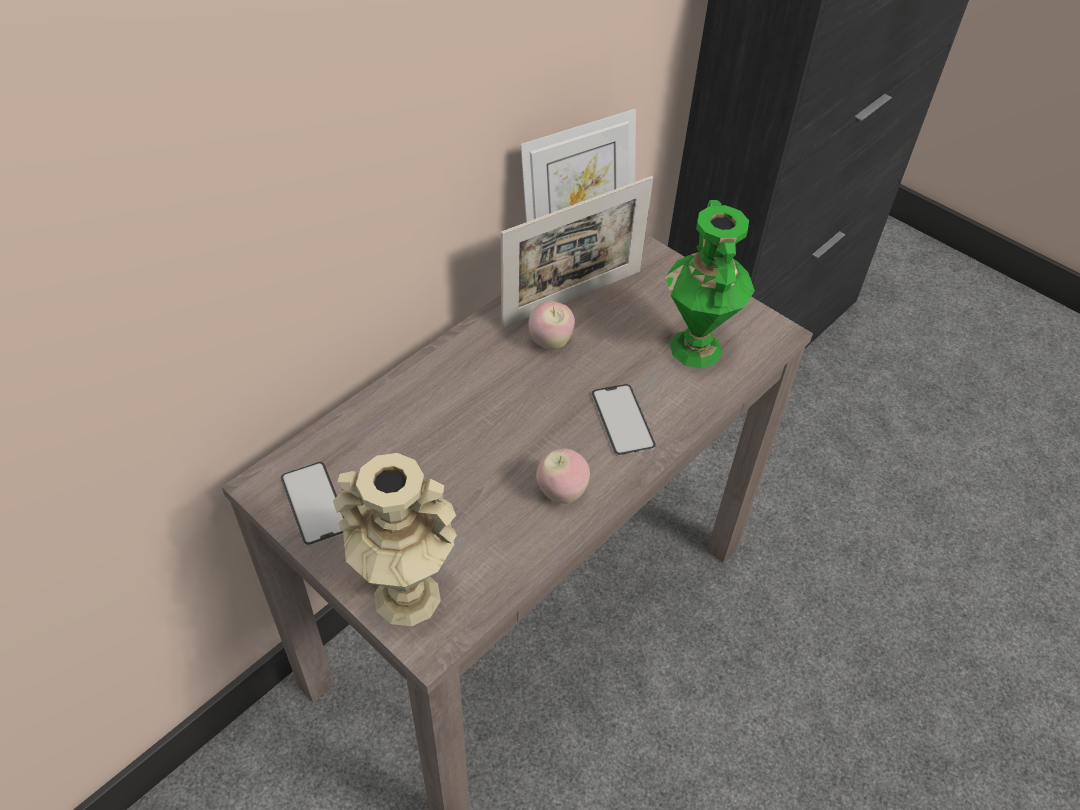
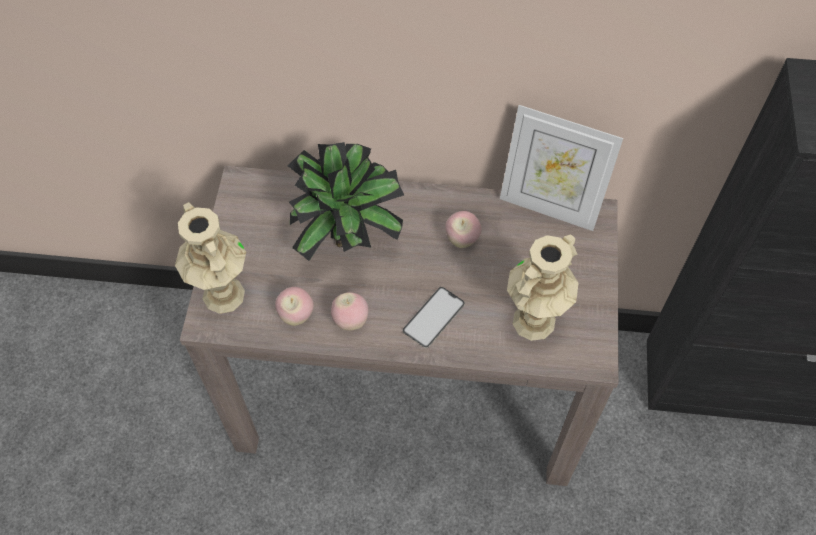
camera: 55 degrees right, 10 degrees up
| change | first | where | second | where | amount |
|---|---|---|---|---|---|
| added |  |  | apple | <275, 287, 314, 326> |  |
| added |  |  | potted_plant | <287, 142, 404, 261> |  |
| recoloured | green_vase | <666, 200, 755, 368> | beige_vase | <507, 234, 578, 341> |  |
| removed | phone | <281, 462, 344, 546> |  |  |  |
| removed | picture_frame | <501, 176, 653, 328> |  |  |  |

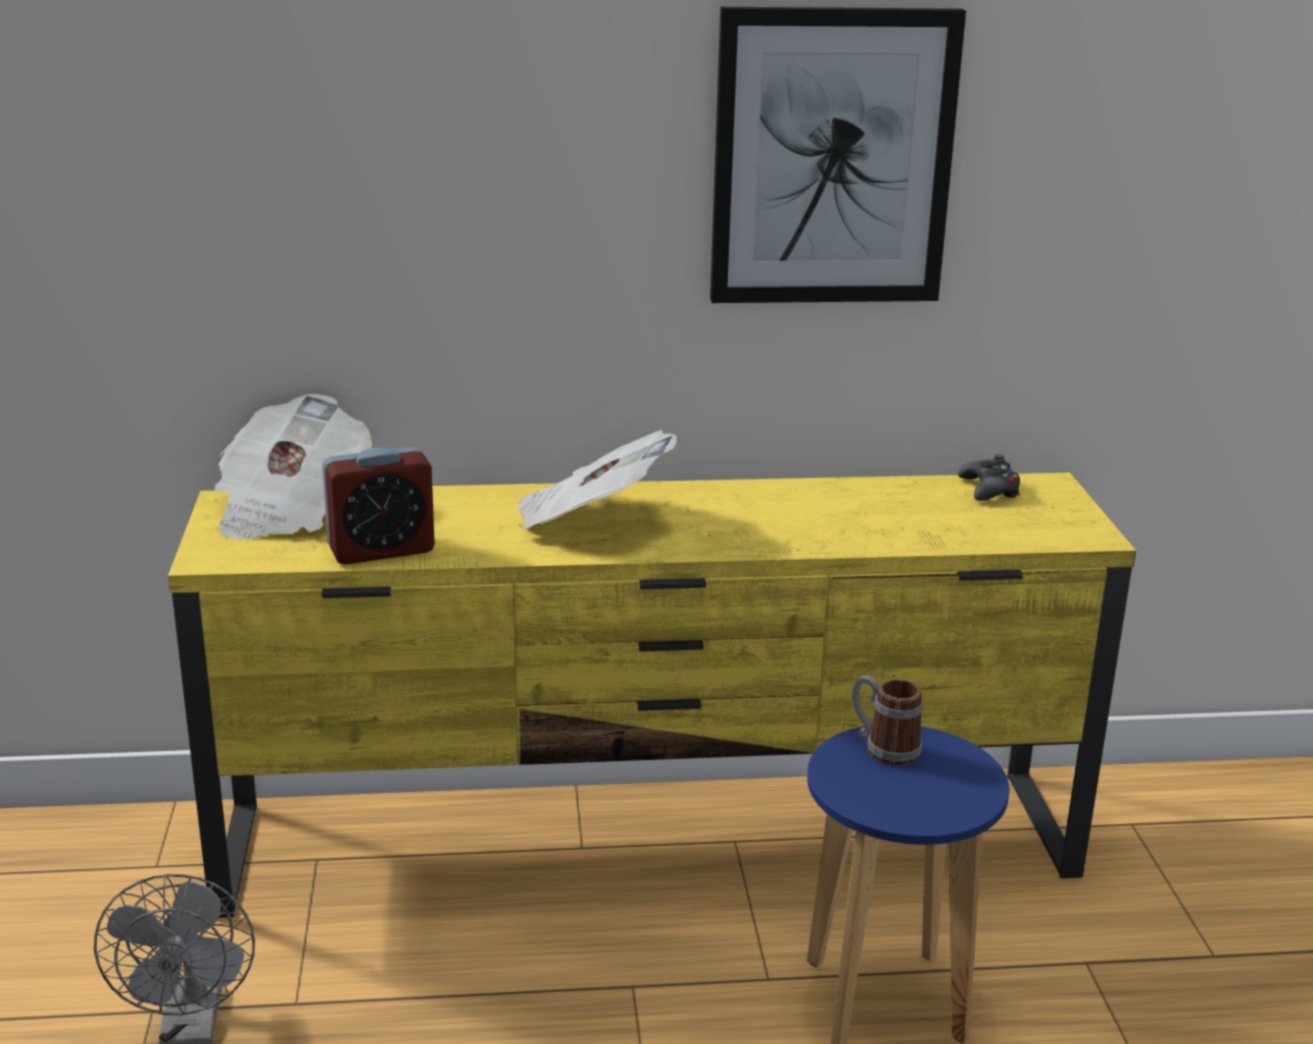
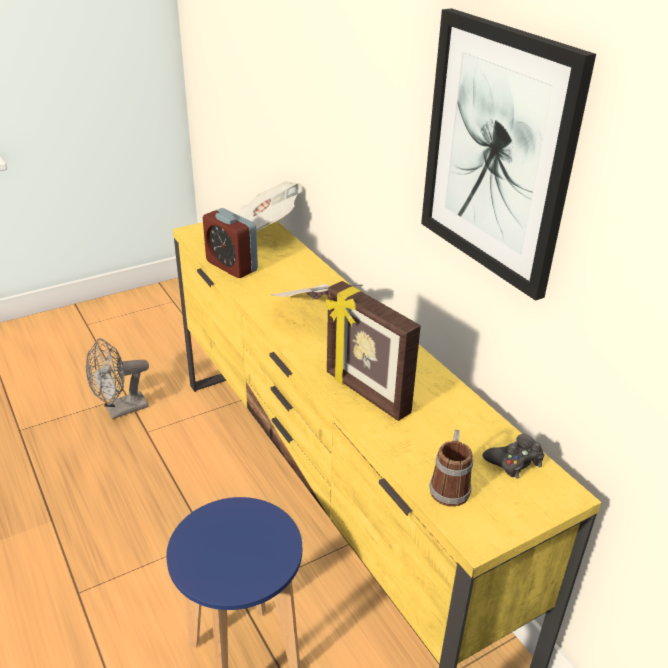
camera: 65 degrees right, 10 degrees up
| change | first | where | second | where | amount |
|---|---|---|---|---|---|
| added |  |  | picture_frame | <326, 281, 421, 421> |  |
| moved | mug | <852, 675, 923, 766> |  | <429, 430, 473, 507> |  |

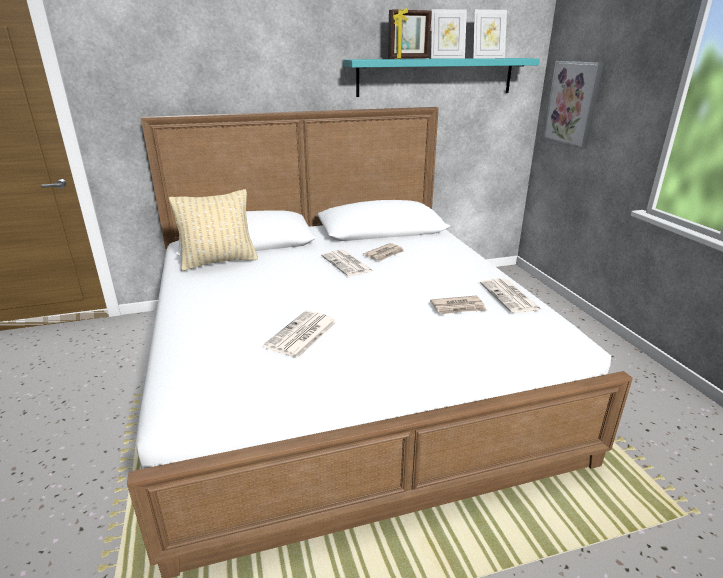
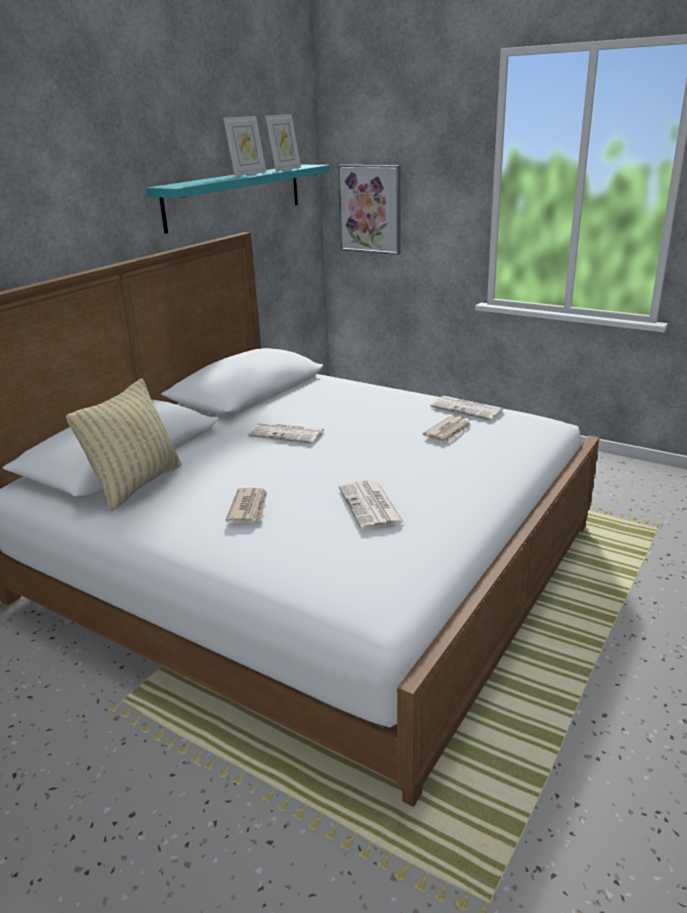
camera: 40 degrees left, 0 degrees up
| change | first | where | second | where | amount |
|---|---|---|---|---|---|
| moved | newspaper | <363, 243, 404, 261> |  | <225, 488, 267, 523> |  |
| removed | picture_frame | <388, 7, 432, 59> |  |  |  |

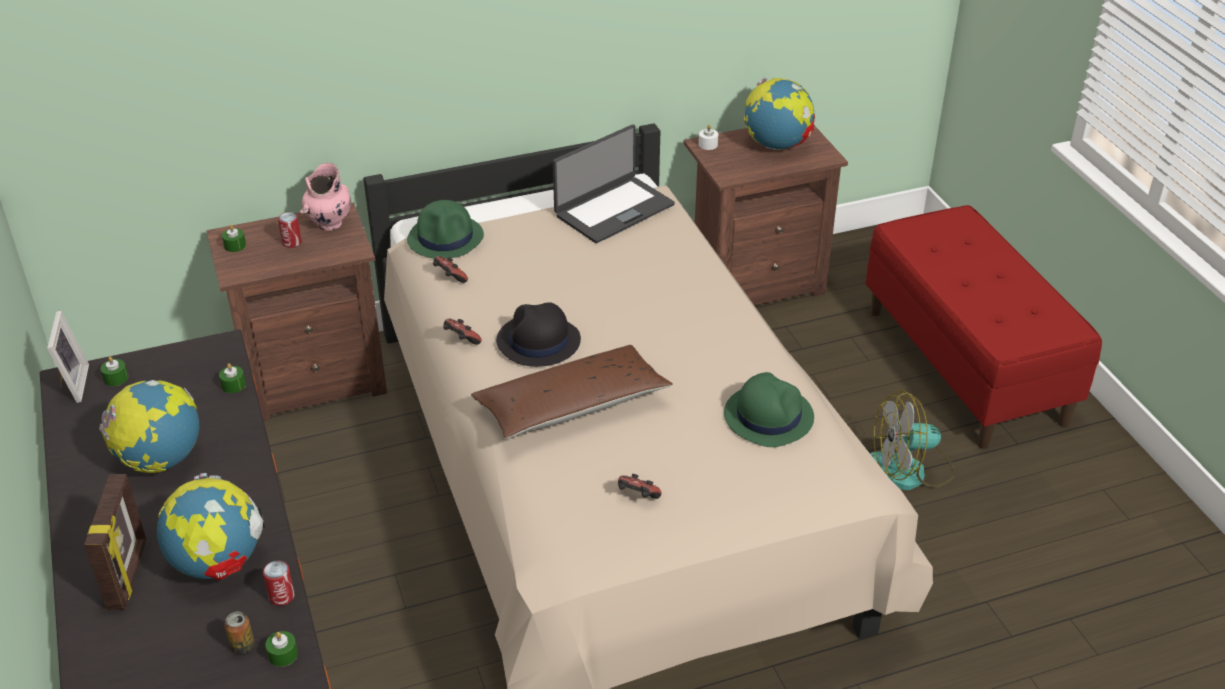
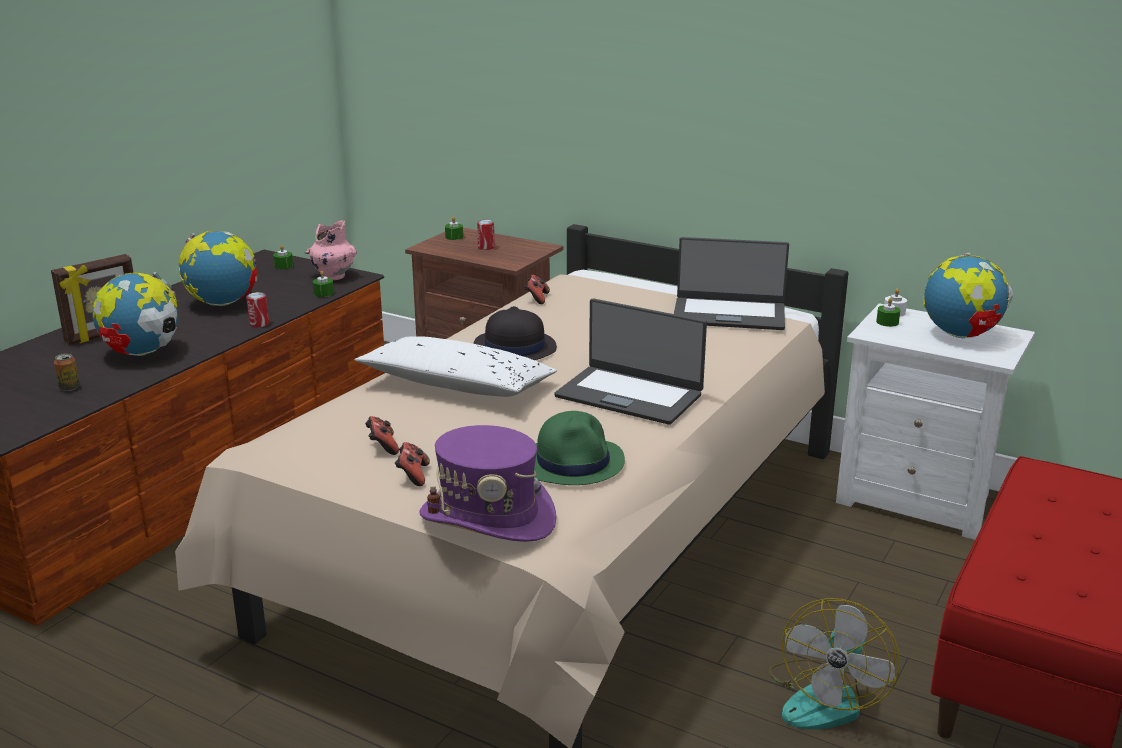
camera: 50 degrees right, 15 degrees down
| change | first | where | second | where | amount |
|---|---|---|---|---|---|
| moved | can | <263, 561, 295, 606> |  | <246, 292, 269, 328> |  |
| moved | pink_vase | <300, 163, 351, 231> |  | <305, 220, 357, 281> |  |
| recoloured | brown_pillow | <471, 345, 673, 439> | white_pillow | <354, 336, 557, 397> |  |
| moved | game_controller | <443, 318, 481, 345> |  | <395, 442, 430, 486> |  |
| added |  |  | purple_hat | <420, 425, 557, 542> |  |
| added |  |  | laptop | <555, 298, 707, 425> |  |
| turned | fan | <870, 390, 955, 490> |  | <769, 598, 900, 729> | 105 degrees counterclockwise |
| recoloured | brown_nightstand | <683, 125, 848, 305> | white_nightstand | <836, 303, 1035, 540> |  |
| moved | green_candle | <265, 631, 298, 667> |  | <876, 298, 900, 327> |  |
| removed | picture_frame | <47, 311, 89, 403> |  |  |  |
| removed | green_hat | <407, 200, 484, 259> |  |  |  |

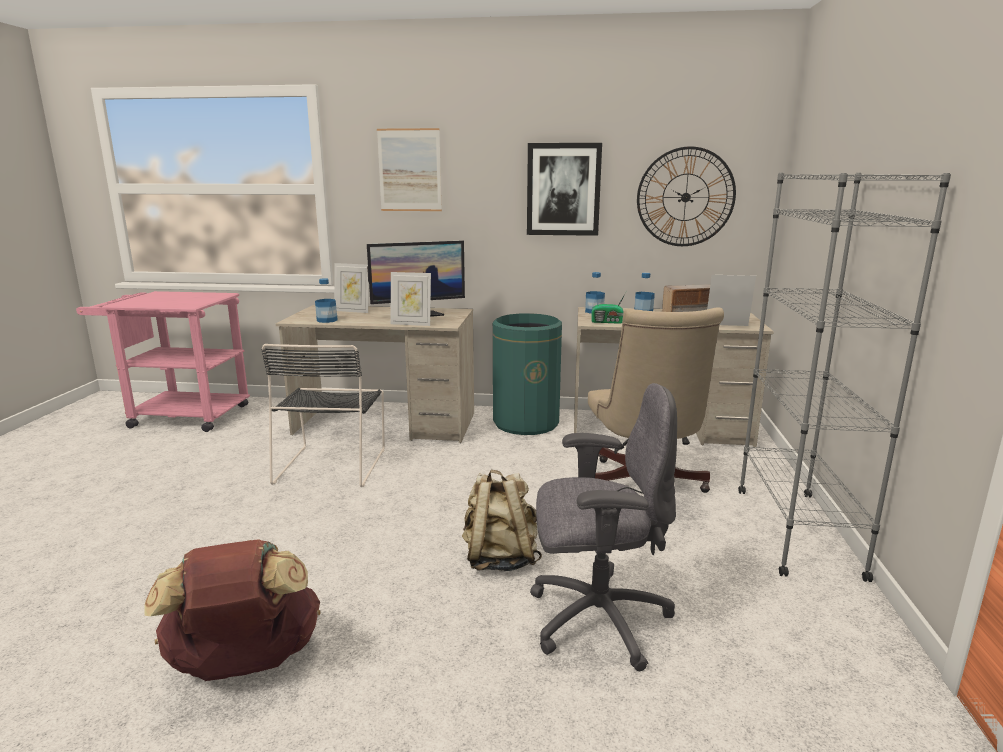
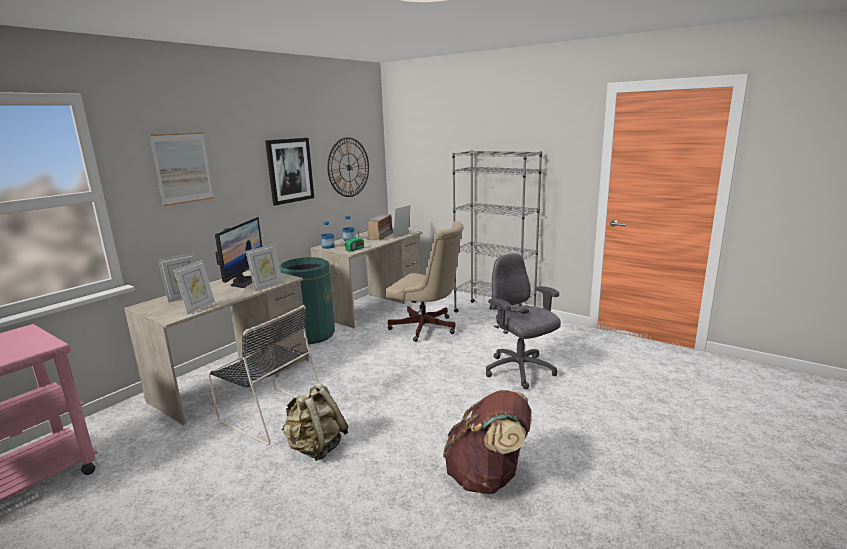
camera: 60 degrees left, 0 degrees up
| change | first | where | second | where | amount |
|---|---|---|---|---|---|
| replaced | bottle | <315, 278, 338, 323> | picture_frame | <173, 260, 215, 315> |  |
| moved | beige_backpack | <462, 470, 542, 571> |  | <282, 383, 348, 461> |  |
| turned | grey_office_chair | <530, 383, 677, 671> |  | <486, 253, 561, 389> | 60 degrees counterclockwise |

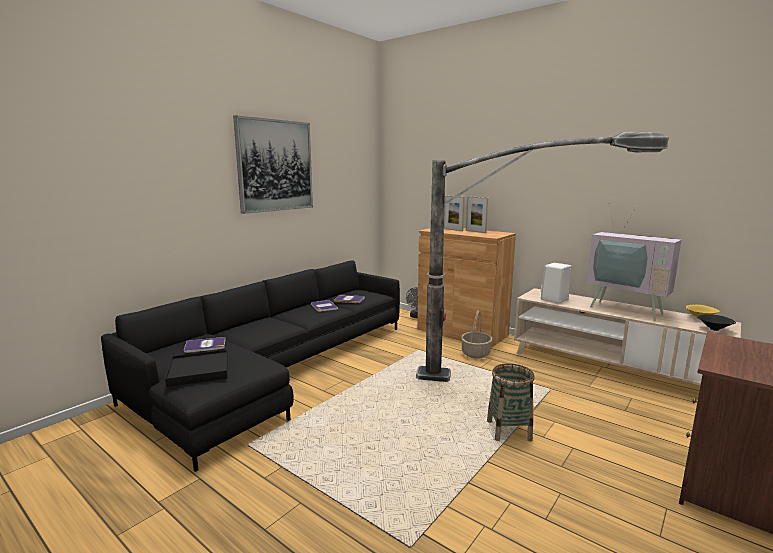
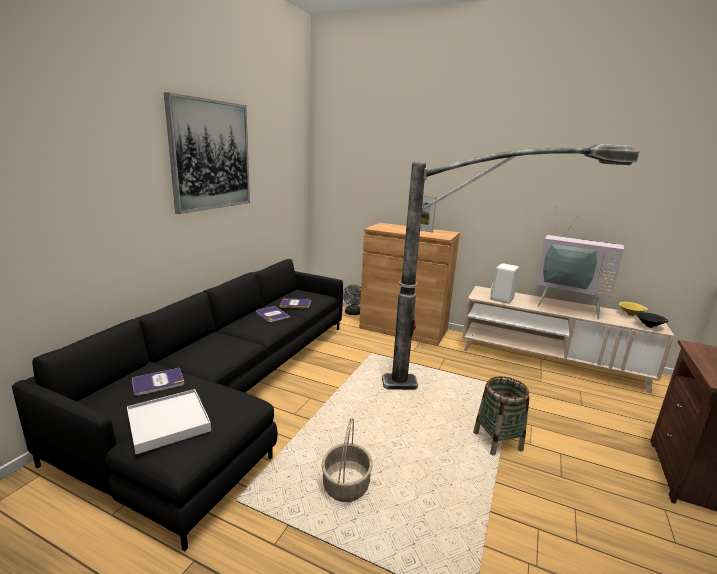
camera: 15 degrees left, 5 degrees up
| change | first | where | second | where | amount |
|---|---|---|---|---|---|
| recoloured | black_tray | <165, 350, 228, 387> | white_tray | <127, 389, 211, 454> |  |
| moved | basket | <461, 310, 492, 359> |  | <322, 418, 373, 502> |  |
| removed | picture_frame | <444, 196, 465, 231> |  |  |  |

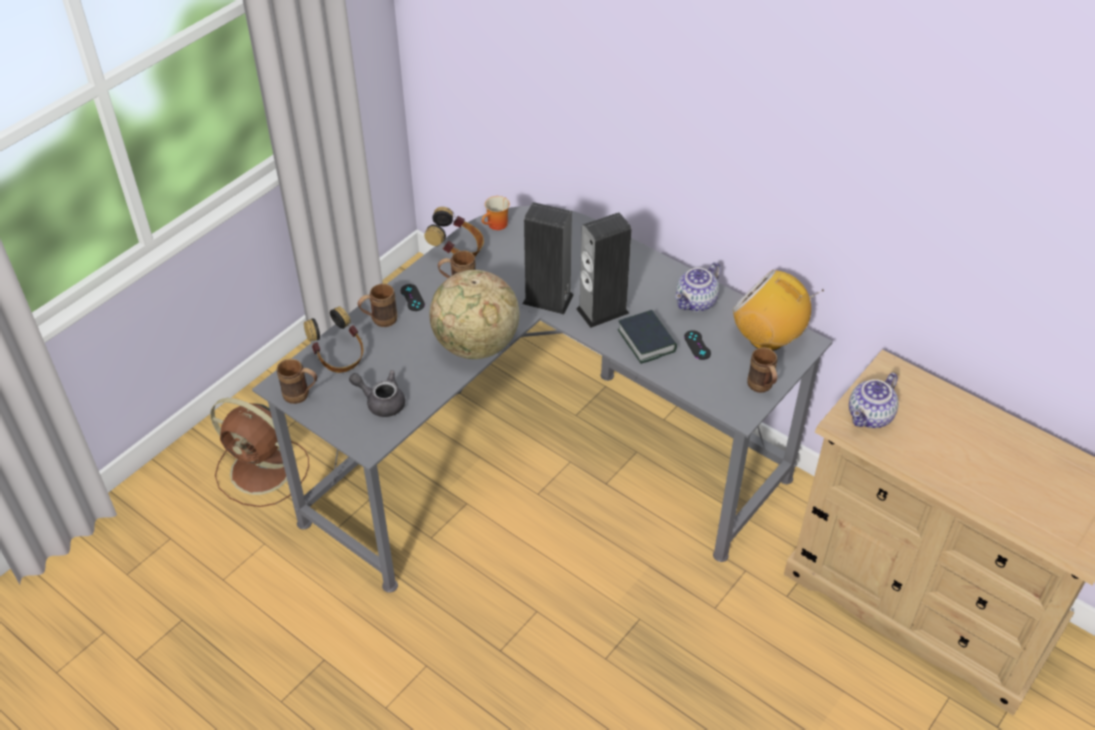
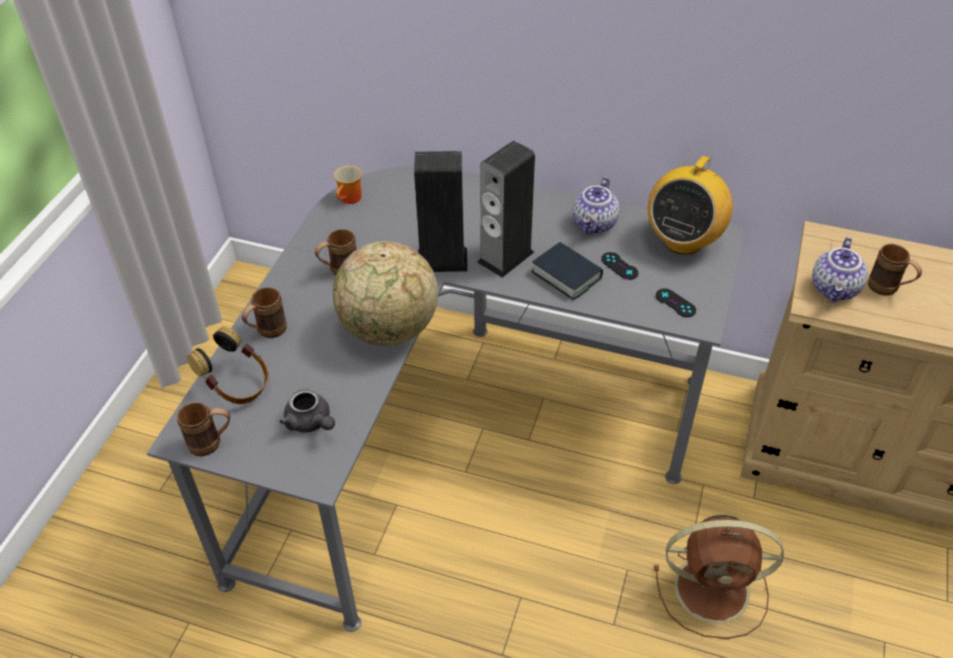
camera: 20 degrees left, 0 degrees up
| change | first | where | second | where | amount |
|---|---|---|---|---|---|
| turned | grey_teapot | <349, 370, 405, 417> |  | <280, 389, 335, 432> | 135 degrees counterclockwise |
| turned | radio | <732, 270, 824, 351> |  | <648, 151, 733, 255> | 75 degrees counterclockwise |
| moved | brown_fan | <210, 398, 309, 507> |  | <654, 515, 784, 639> |  |
| moved | black_game_controller | <401, 284, 425, 311> |  | <656, 288, 696, 317> |  |
| moved | brown_mug | <747, 347, 777, 393> |  | <868, 244, 922, 296> |  |
| removed | headphones | <424, 207, 484, 257> |  |  |  |

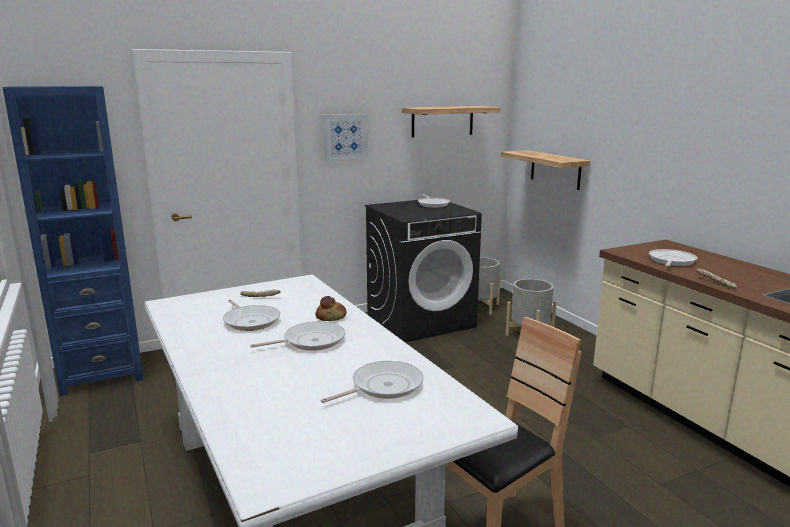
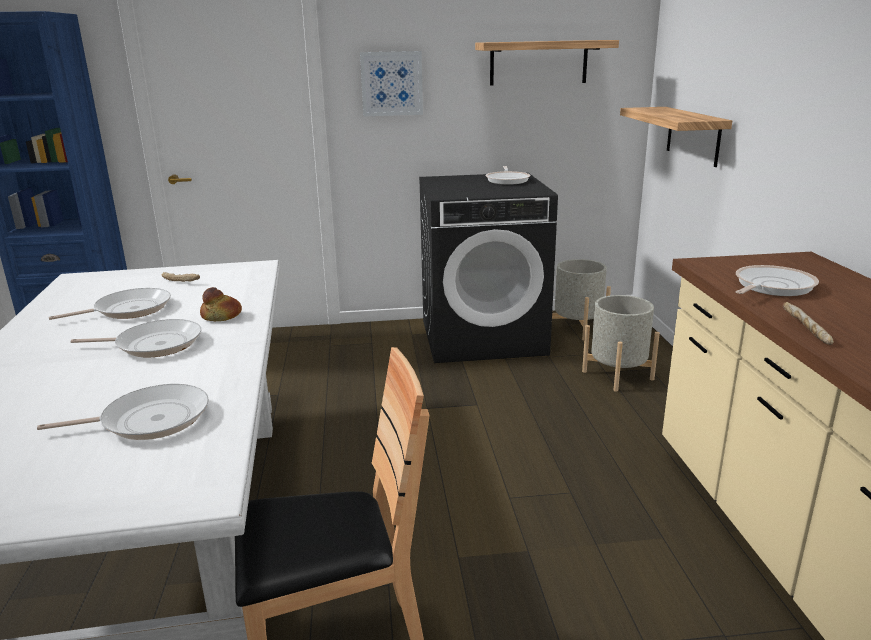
camera: 20 degrees right, 5 degrees up
| change | first | where | second | where | amount |
|---|---|---|---|---|---|
| turned | frying_pan | <223, 299, 280, 331> |  | <49, 288, 171, 320> | 105 degrees counterclockwise |

